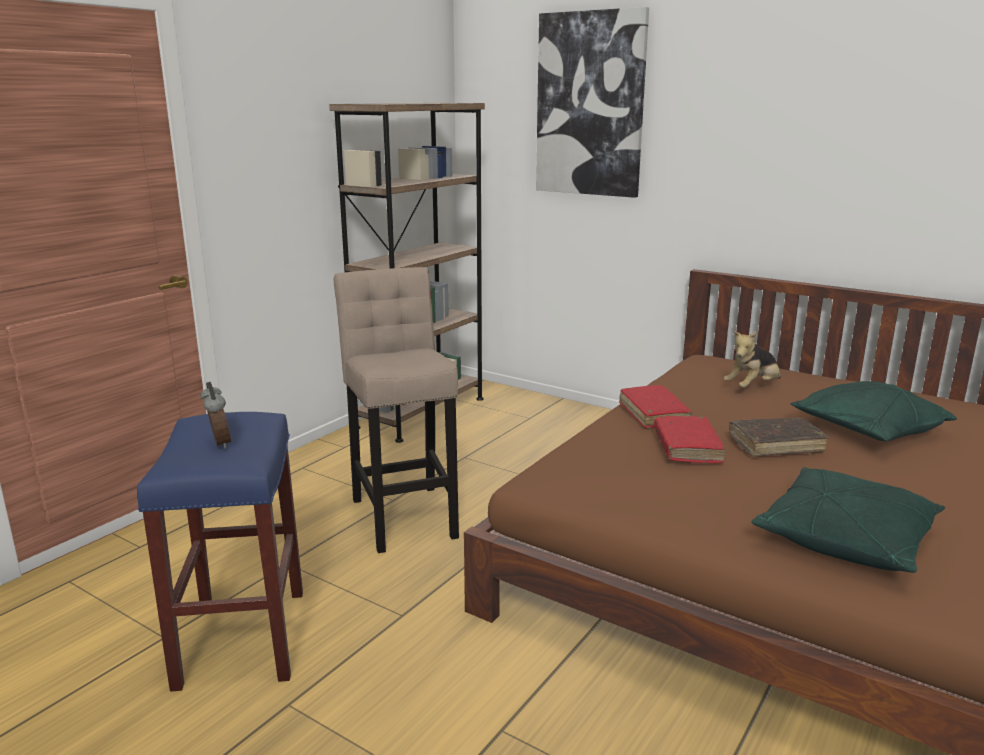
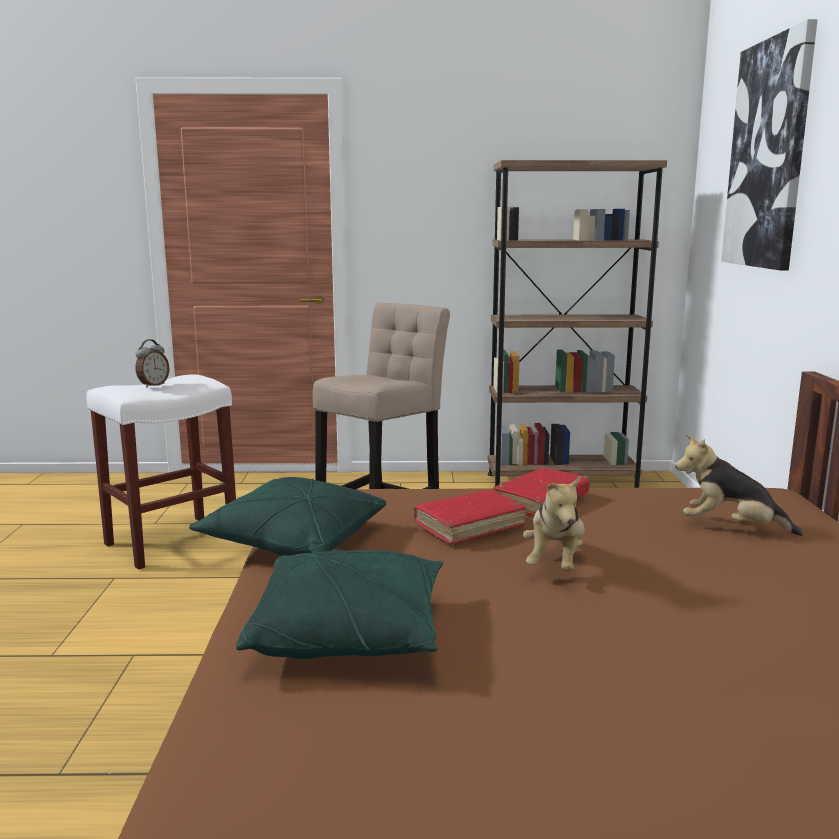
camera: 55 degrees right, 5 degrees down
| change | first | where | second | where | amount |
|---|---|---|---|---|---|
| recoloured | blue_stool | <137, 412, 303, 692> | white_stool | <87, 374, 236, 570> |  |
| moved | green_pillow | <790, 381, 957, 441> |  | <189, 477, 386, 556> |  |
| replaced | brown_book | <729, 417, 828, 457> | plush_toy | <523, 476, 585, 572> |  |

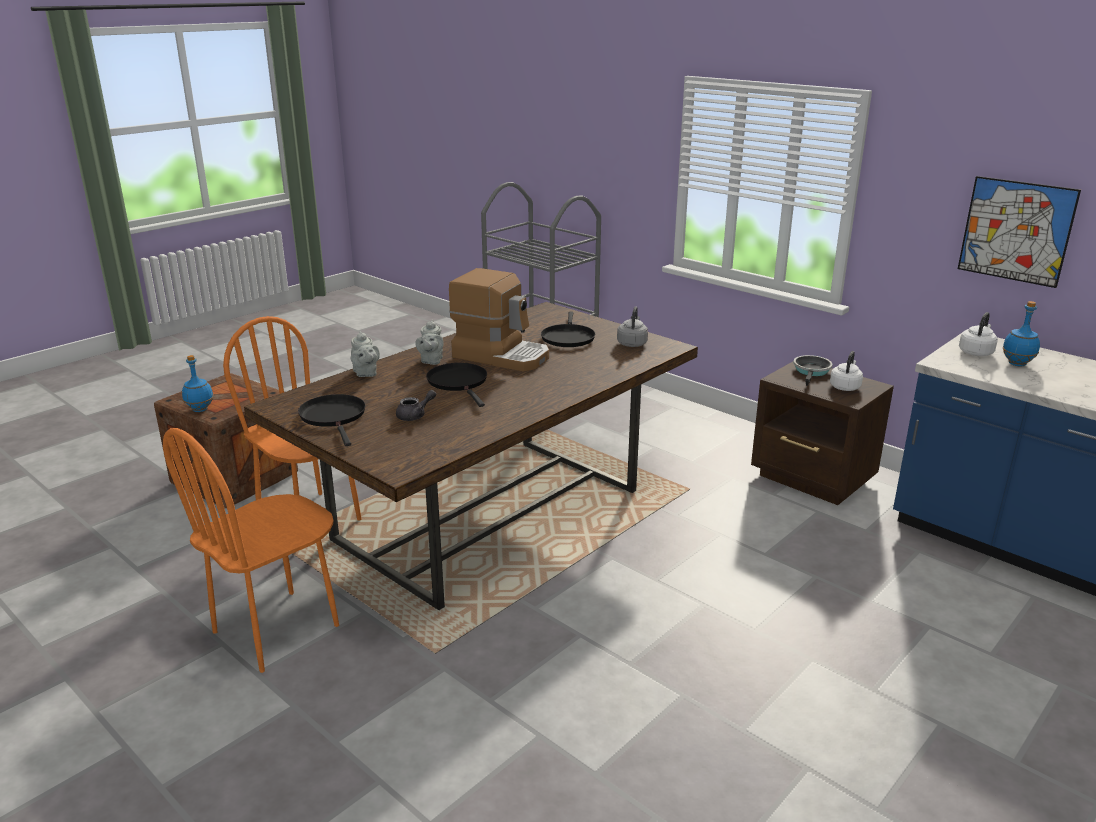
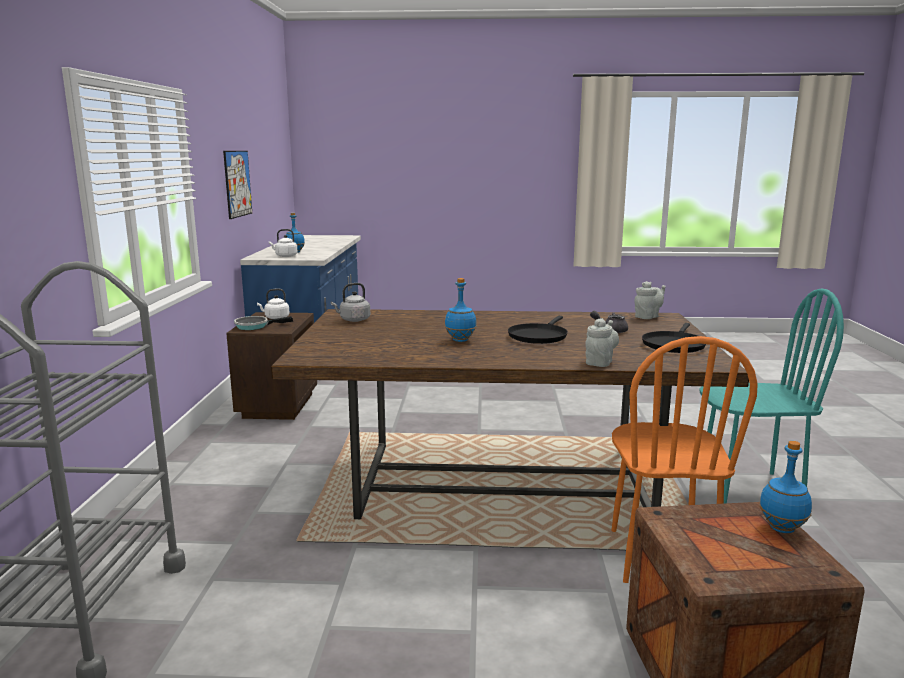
camera: 130 degrees left, 10 degrees down
| change | first | where | second | where | amount |
|---|---|---|---|---|---|
| replaced | coffee_machine | <449, 268, 549, 372> | blue_bottle | <445, 278, 477, 342> |  |
| moved | grey_teapot | <415, 320, 444, 365> |  | <634, 281, 666, 319> |  |
| recoloured | orange_chair | <163, 428, 339, 673> | turquoise_chair | <699, 288, 844, 503> |  |
| removed | black_frying_pan | <541, 312, 595, 347> |  |  |  |

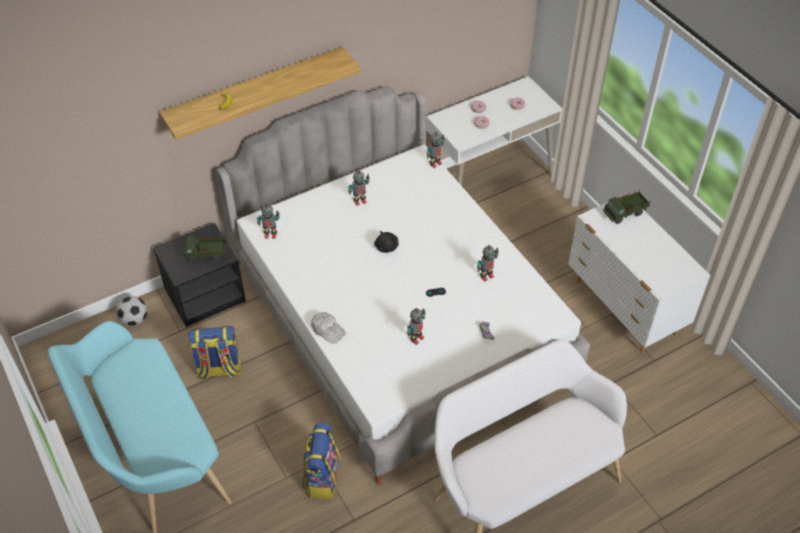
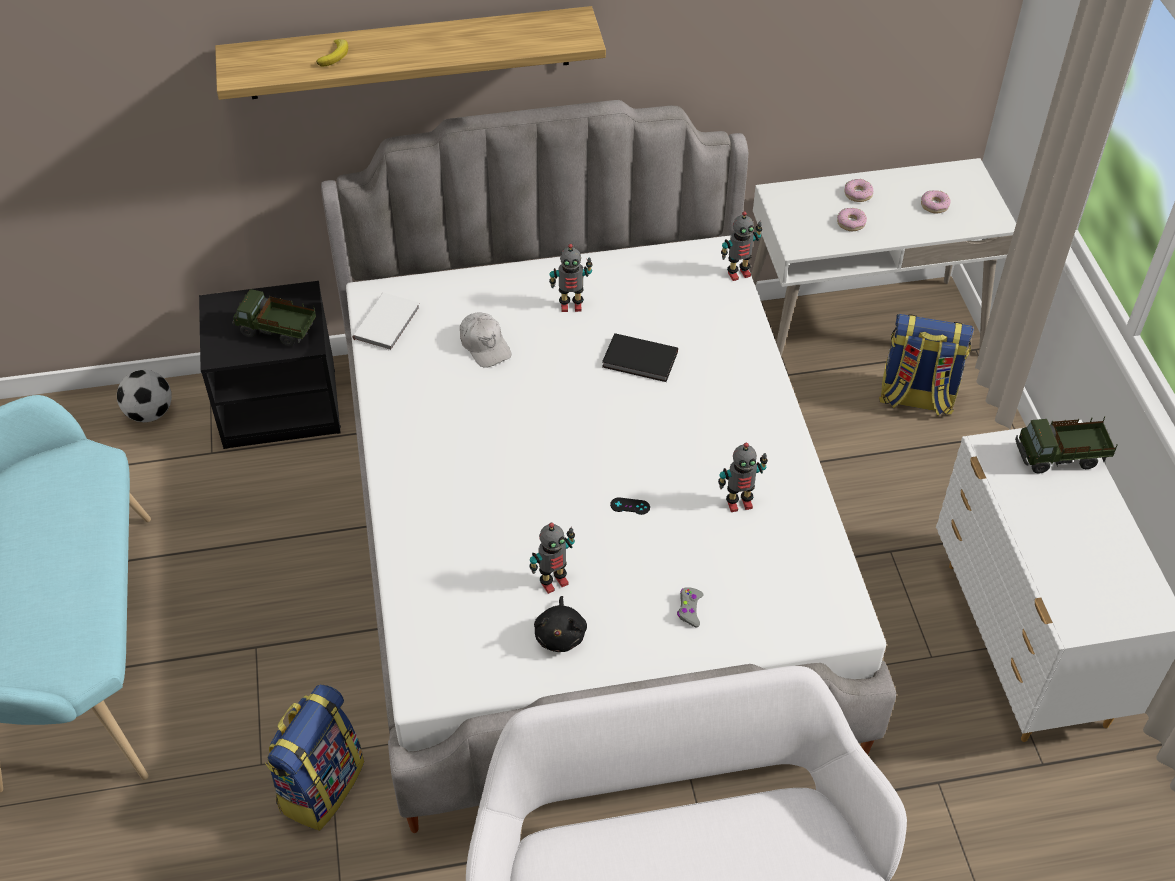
camera: 20 degrees right, 0 degrees up
| change | first | where | second | where | amount |
|---|---|---|---|---|---|
| replaced | toy_robot | <257, 203, 280, 239> | white_book | <352, 292, 420, 351> |  |
| moved | white_cap | <311, 312, 346, 344> |  | <460, 312, 512, 368> |  |
| moved | black_plush_toy | <374, 231, 399, 253> |  | <534, 596, 587, 652> |  |
| added |  |  | black_book | <602, 333, 678, 382> |  |
| moved | backpack | <188, 326, 242, 381> |  | <879, 314, 974, 416> |  |

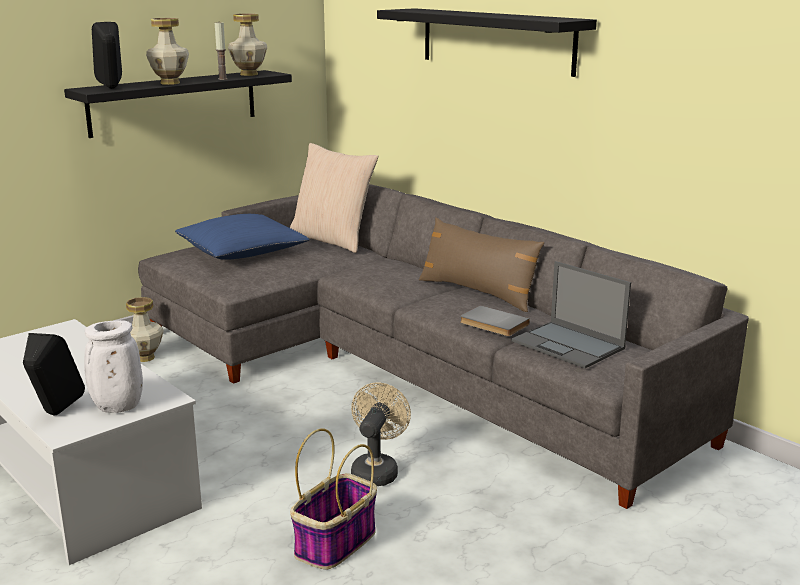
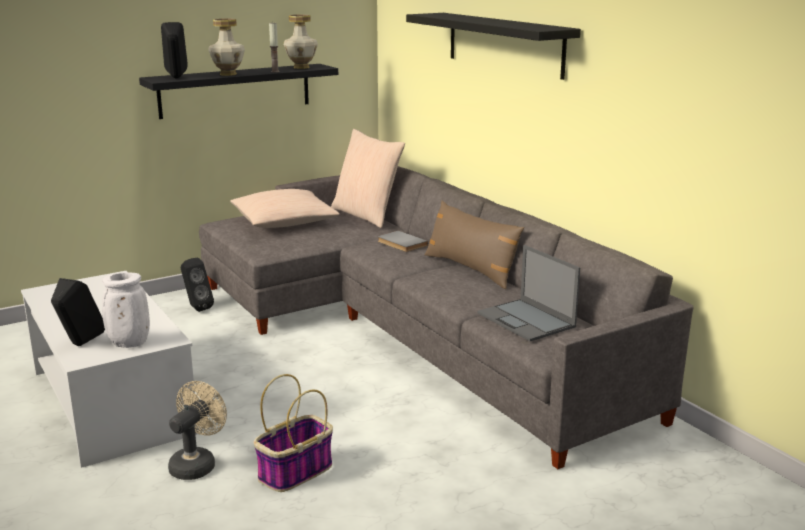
camera: 10 degrees right, 0 degrees up
| change | first | where | second | where | amount |
|---|---|---|---|---|---|
| moved | beige_fan | <351, 382, 411, 486> |  | <168, 381, 227, 480> |  |
| replaced | vase | <126, 297, 164, 362> | black_speaker | <181, 258, 214, 312> |  |
| recoloured | blue_pillow | <175, 214, 310, 260> | beige_pillow | <230, 189, 340, 228> |  |
| moved | grey_book | <460, 305, 530, 337> |  | <378, 231, 428, 252> |  |

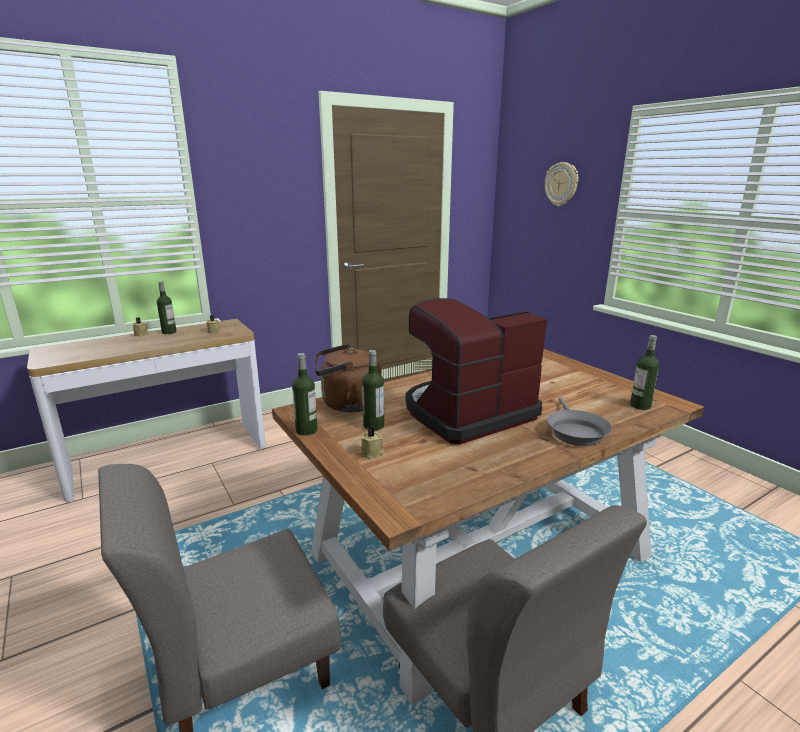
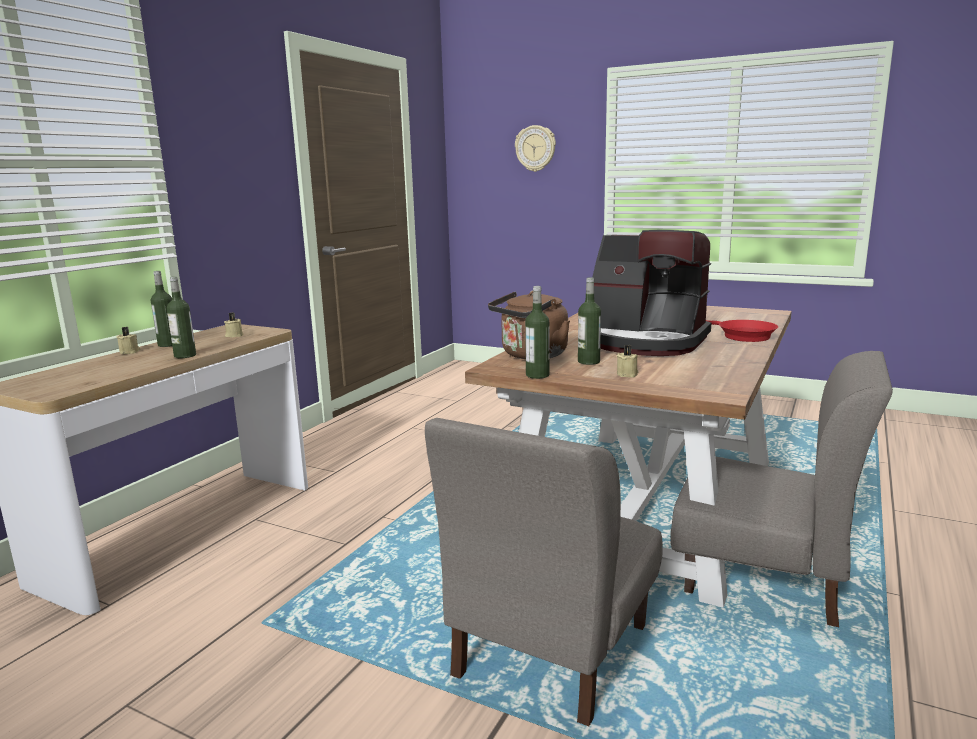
camera: 30 degrees left, 5 degrees down
| change | first | where | second | where | amount |
|---|---|---|---|---|---|
| moved | bottle | <630, 335, 659, 410> |  | <167, 277, 196, 358> |  |
| turned | coffee_machine | <405, 298, 547, 444> |  | <592, 230, 711, 356> | 90 degrees counterclockwise |
| recoloured | grey_frying_pan | <547, 397, 612, 446> | red_frying_pan | <706, 320, 778, 342> |  |

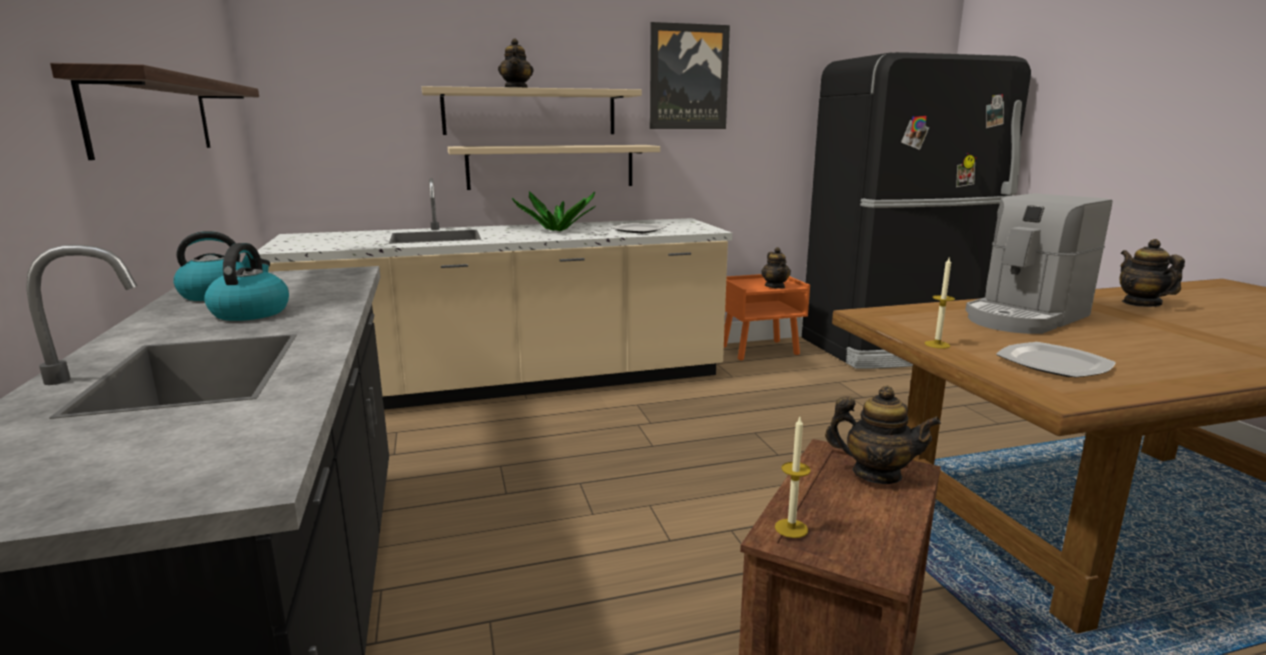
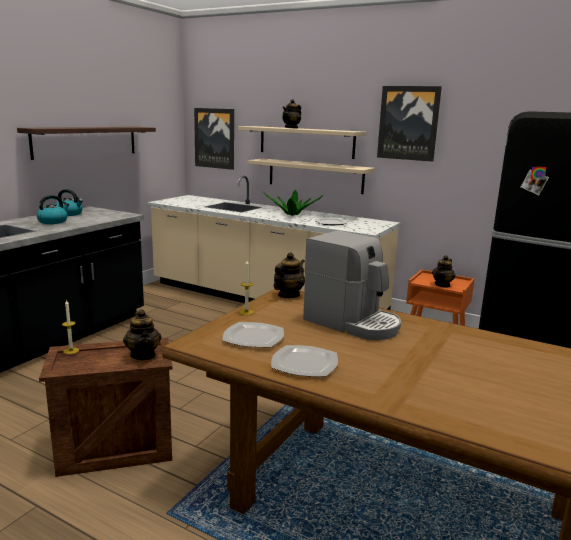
camera: 45 degrees right, 0 degrees up
| change | first | where | second | where | amount |
|---|---|---|---|---|---|
| added |  |  | picture | <194, 108, 234, 170> |  |
| added |  |  | plate | <271, 345, 338, 377> |  |
| moved | teapot | <1119, 239, 1185, 307> |  | <274, 252, 305, 298> |  |
| turned | coffee_machine | <965, 193, 1112, 334> |  | <303, 230, 401, 340> | 150 degrees counterclockwise |

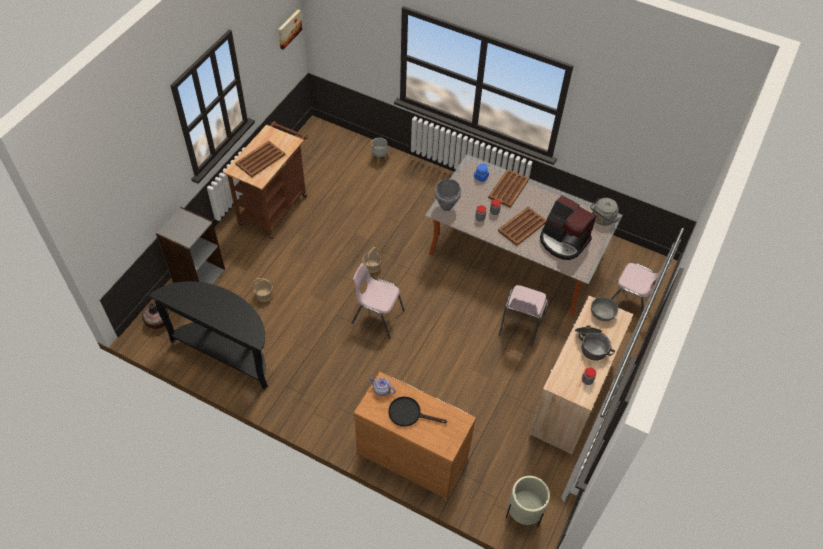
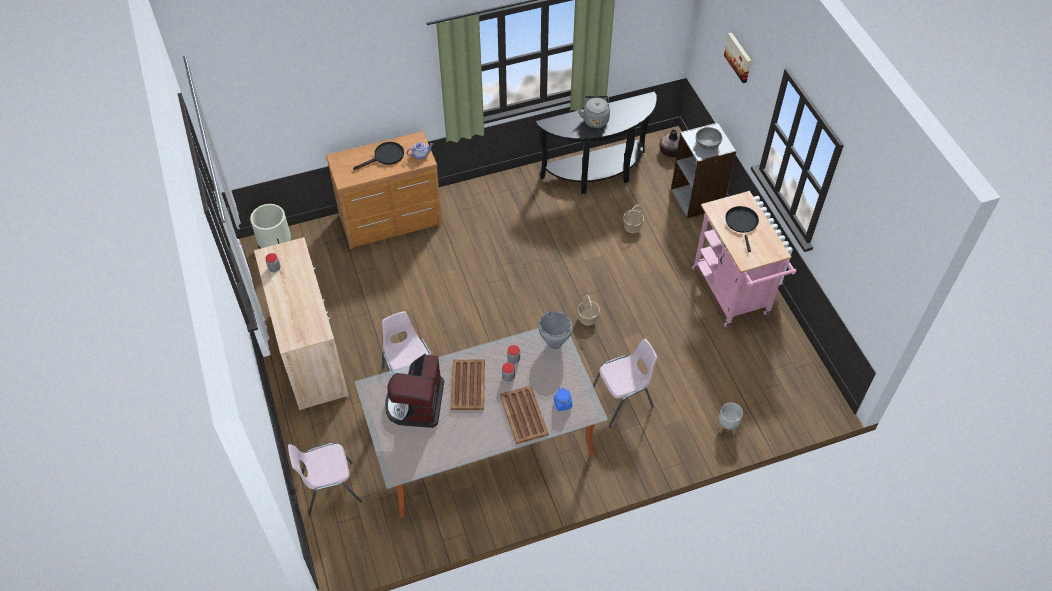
camera: 135 degrees right, 0 degrees up
| change | first | where | second | where | amount |
|---|---|---|---|---|---|
| turned | coffee_machine | <540, 195, 596, 260> |  | <385, 354, 444, 428> | 75 degrees counterclockwise |
| moved | grey_kettle | <590, 198, 621, 226> |  | <578, 96, 610, 128> |  |
| moved | pink_chair | <352, 263, 405, 339> |  | <593, 338, 657, 427> |  |
| recoloured | brown_cart | <223, 121, 308, 240> | pink_cart | <692, 191, 796, 327> |  |
| moved | grey_bowl | <591, 297, 618, 321> |  | <696, 127, 722, 150> |  |
| moved | picture | <278, 10, 302, 49> |  | <724, 33, 751, 83> |  |
| replaced | brown_tray | <235, 141, 285, 177> | black_frying_pan | <725, 206, 759, 252> |  |
| removed | cooking_pot | <575, 325, 615, 361> |  |  |  |

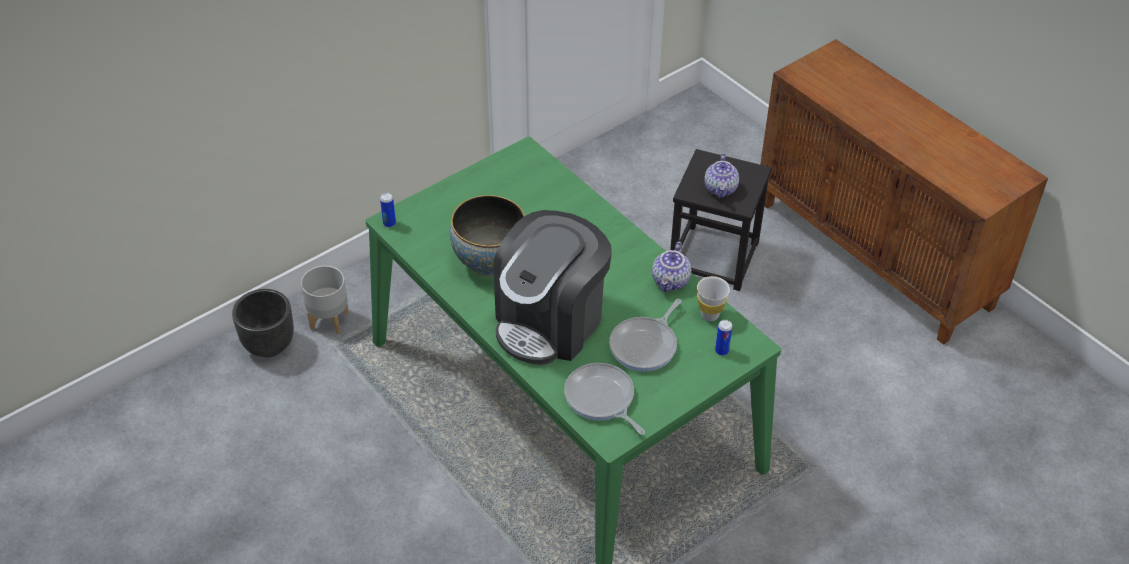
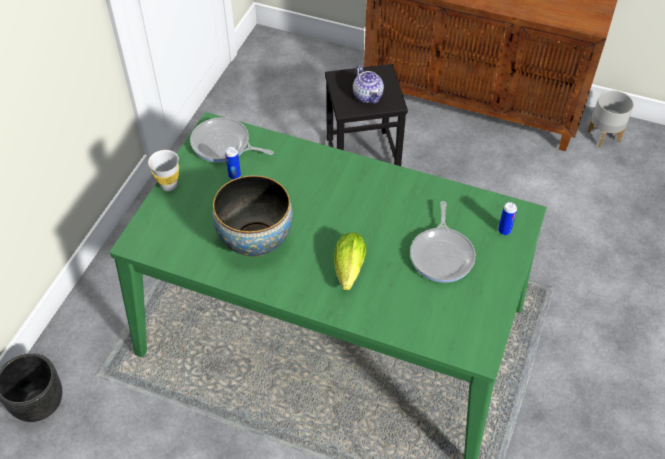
camera: 30 degrees left, 5 degrees up
| change | first | where | second | where | amount |
|---|---|---|---|---|---|
| moved | white_cup | <697, 276, 730, 321> |  | <148, 150, 179, 191> |  |
| moved | frying_pan | <564, 363, 645, 435> |  | <190, 117, 274, 163> |  |
| moved | can | <380, 193, 396, 227> |  | <225, 147, 241, 179> |  |
| replaced | coffee_machine | <493, 210, 612, 365> | lettuce | <334, 232, 367, 290> |  |
| moved | grey_planter | <301, 266, 349, 334> |  | <587, 90, 634, 148> |  |
| removed | teapot | <652, 241, 691, 292> |  |  |  |

